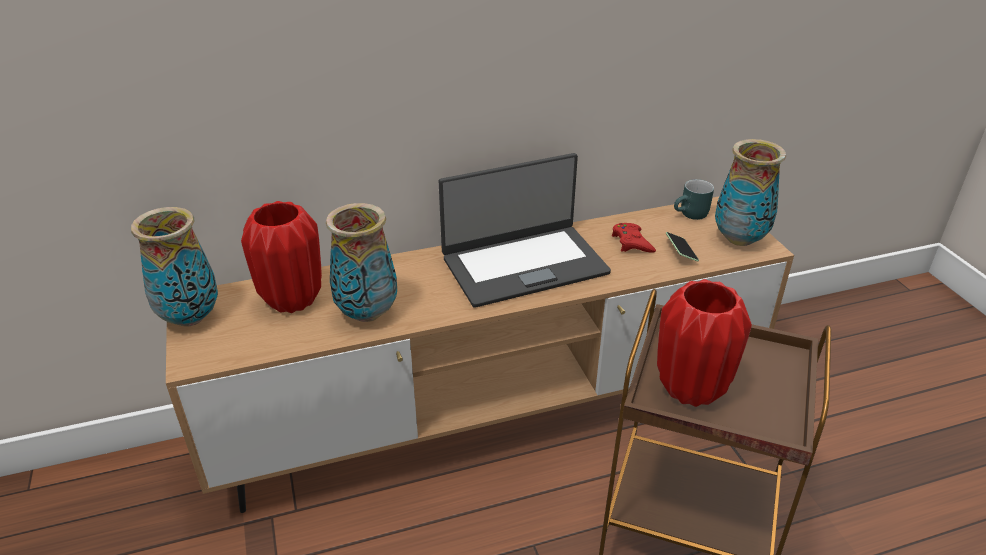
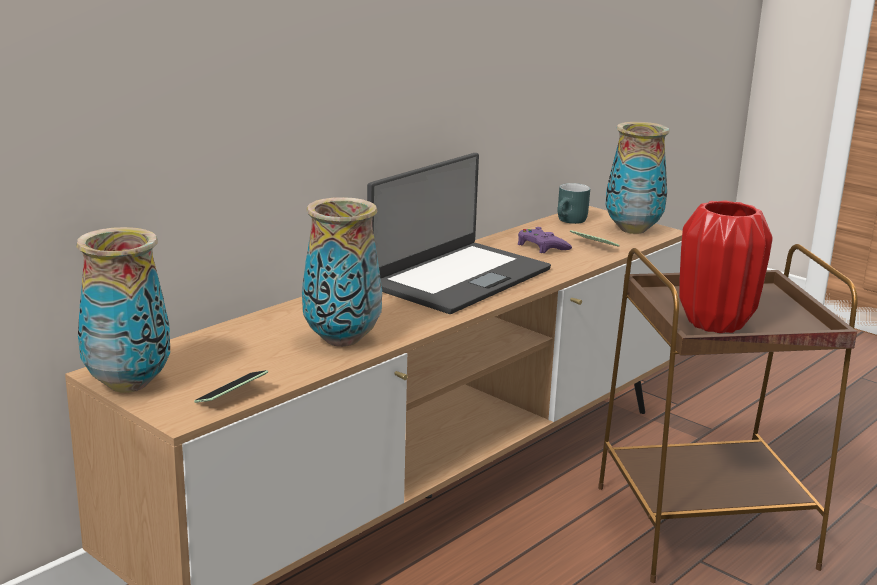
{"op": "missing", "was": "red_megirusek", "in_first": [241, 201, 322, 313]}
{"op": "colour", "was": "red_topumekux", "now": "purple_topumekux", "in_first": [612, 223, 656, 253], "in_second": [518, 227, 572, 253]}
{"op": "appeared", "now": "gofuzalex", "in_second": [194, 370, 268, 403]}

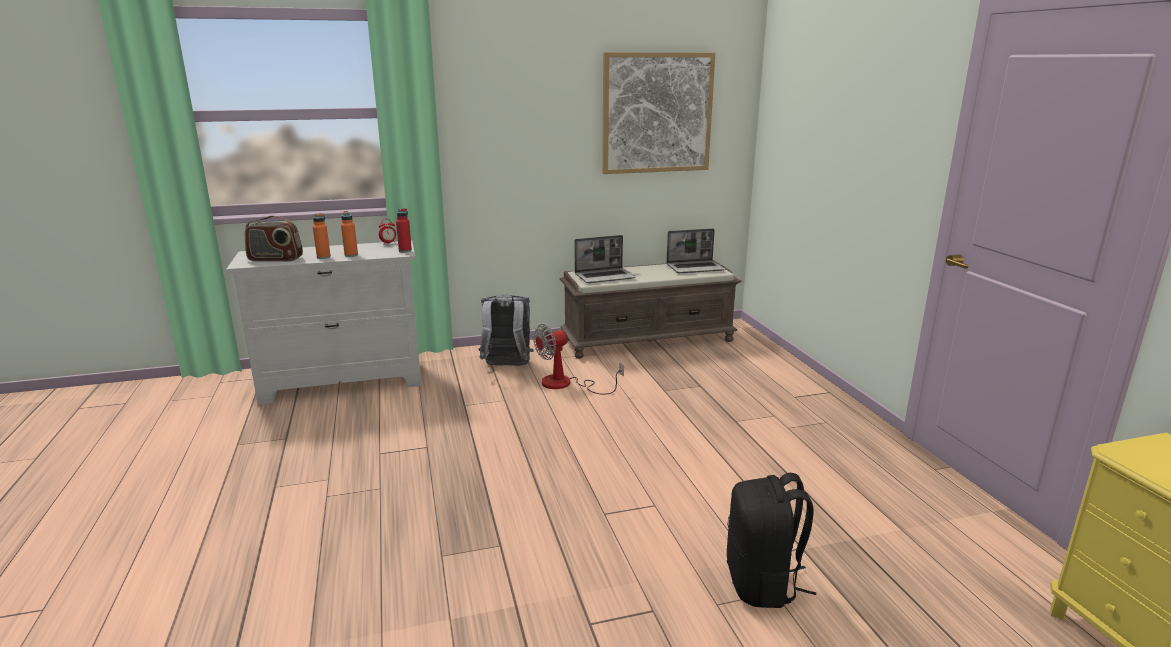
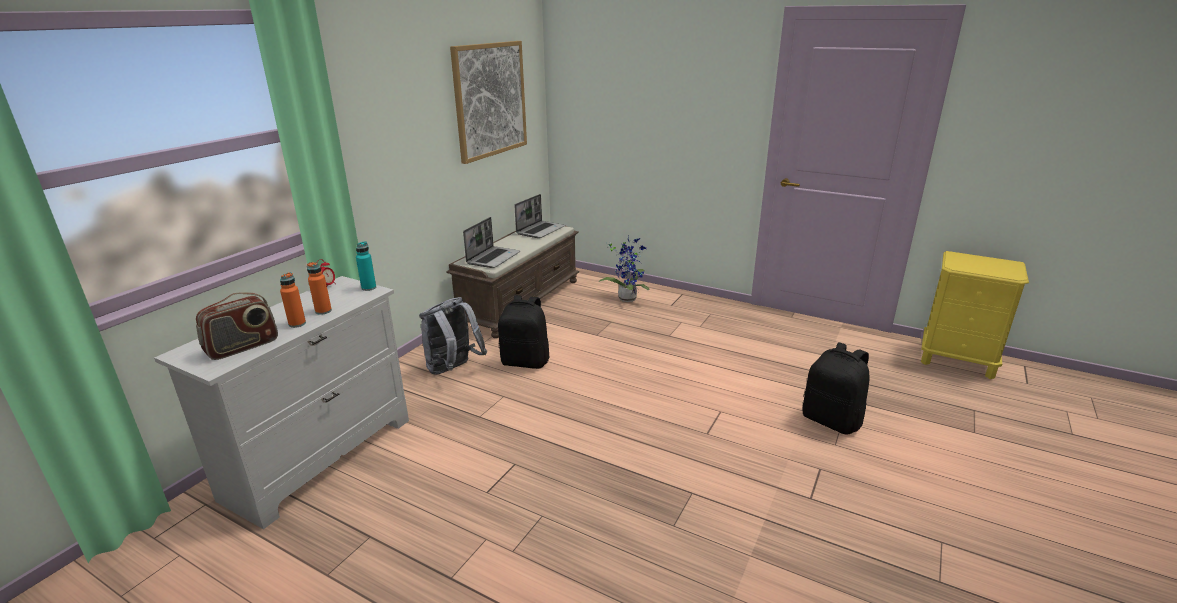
{"op": "colour", "was": "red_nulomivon", "now": "turquoise_nulomivon", "in_first": [396, 208, 412, 253], "in_second": [356, 241, 376, 291]}
{"op": "exchanged", "was": "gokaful", "now": "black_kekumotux", "in_first": [533, 324, 624, 395], "in_second": [498, 295, 549, 369]}
{"op": "appeared", "now": "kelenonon", "in_second": [599, 236, 650, 302]}

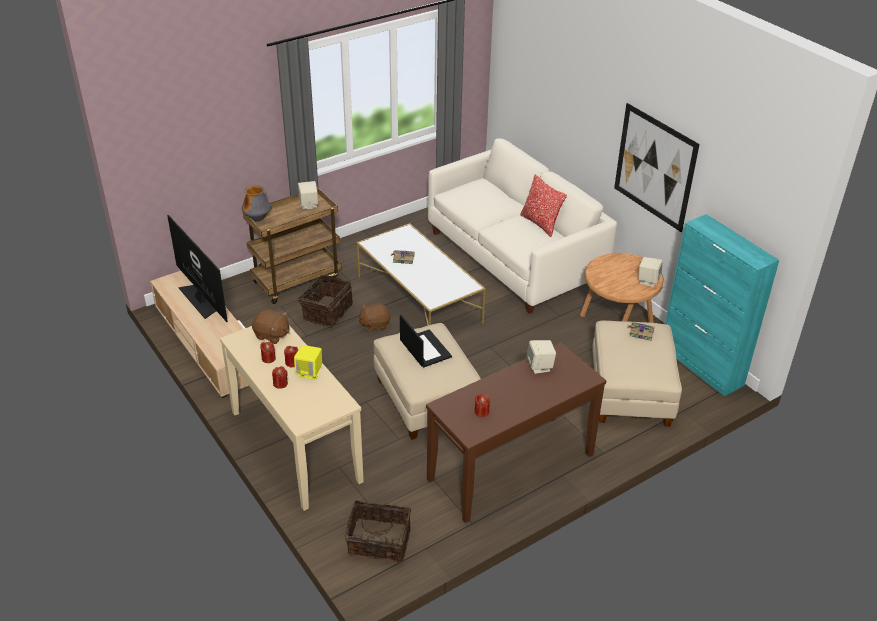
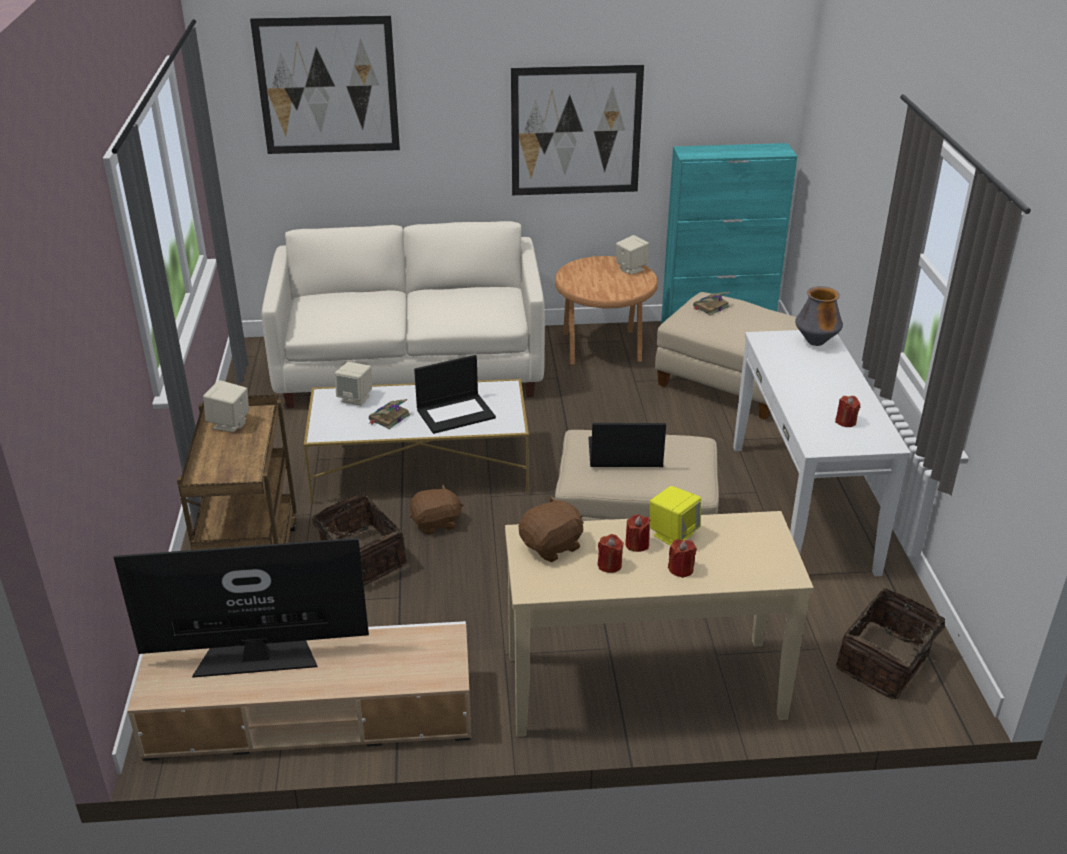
{"op": "missing", "was": "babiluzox", "in_first": [520, 175, 567, 237]}
{"op": "relocated", "was": "megirusek", "in_first": [242, 185, 271, 222], "in_second": [795, 286, 843, 346]}
{"op": "spun", "was": "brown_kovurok", "in_first": [357, 303, 390, 332], "in_second": [410, 484, 464, 535], "clockwise": -120}
{"op": "relocated", "was": "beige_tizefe", "in_first": [527, 340, 556, 374], "in_second": [335, 362, 372, 406]}
{"op": "colour", "was": "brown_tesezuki", "now": "white_tesezuki", "in_first": [426, 342, 606, 523], "in_second": [733, 330, 911, 576]}
{"op": "appeared", "now": "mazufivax", "in_second": [250, 15, 400, 154]}
{"op": "appeared", "now": "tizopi", "in_second": [414, 355, 496, 434]}

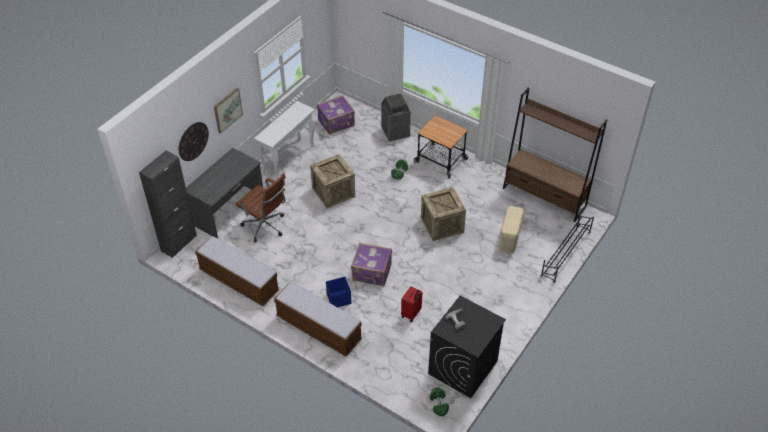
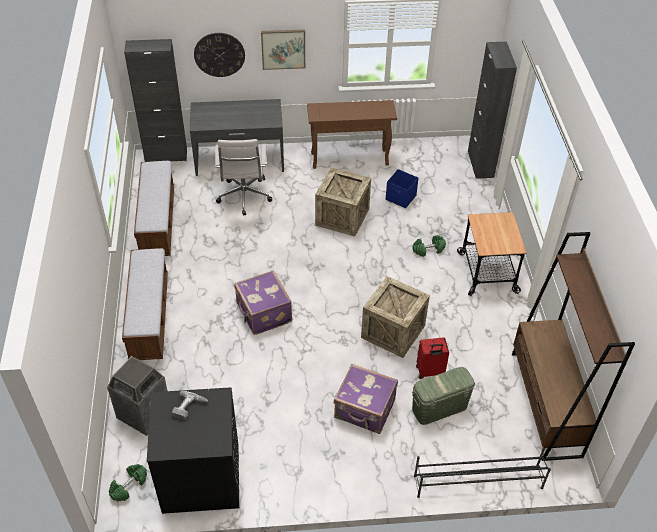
{"op": "relocated", "was": "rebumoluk", "in_first": [381, 93, 411, 142], "in_second": [107, 356, 168, 436]}
{"op": "relocated", "was": "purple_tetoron", "in_first": [317, 95, 355, 134], "in_second": [334, 364, 398, 434]}
{"op": "colour", "was": "white_tesezuki", "now": "brown_tesezuki", "in_first": [254, 101, 315, 180], "in_second": [307, 100, 397, 169]}
{"op": "colour", "was": "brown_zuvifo", "now": "white_zuvifo", "in_first": [236, 173, 286, 242], "in_second": [215, 139, 272, 216]}
{"op": "colour", "was": "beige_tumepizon", "now": "green_tumepizon", "in_first": [499, 206, 524, 253], "in_second": [412, 367, 475, 425]}
{"op": "relocated", "was": "blue_tumepizon", "in_first": [326, 277, 351, 307], "in_second": [386, 169, 418, 208]}
{"op": "relocated", "was": "red_tetoron", "in_first": [401, 286, 422, 322], "in_second": [416, 337, 449, 379]}
{"op": "appeared", "now": "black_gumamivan", "in_second": [468, 42, 517, 179]}

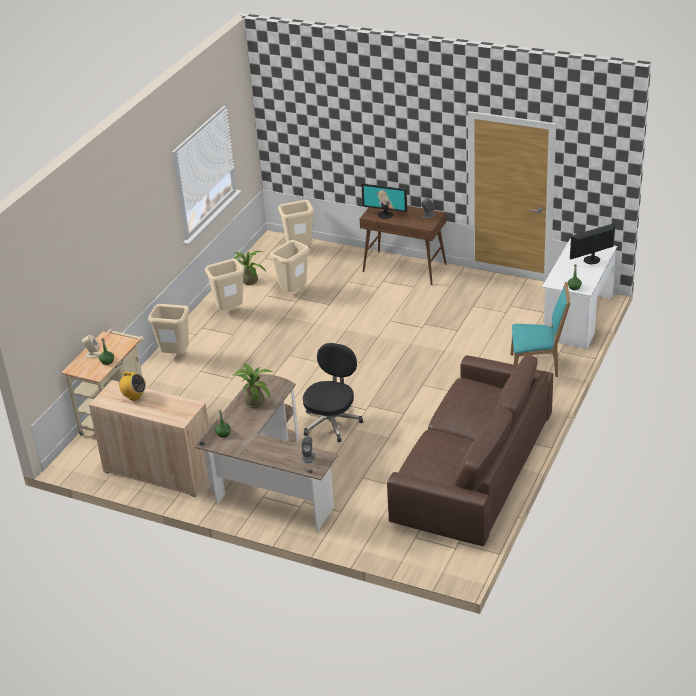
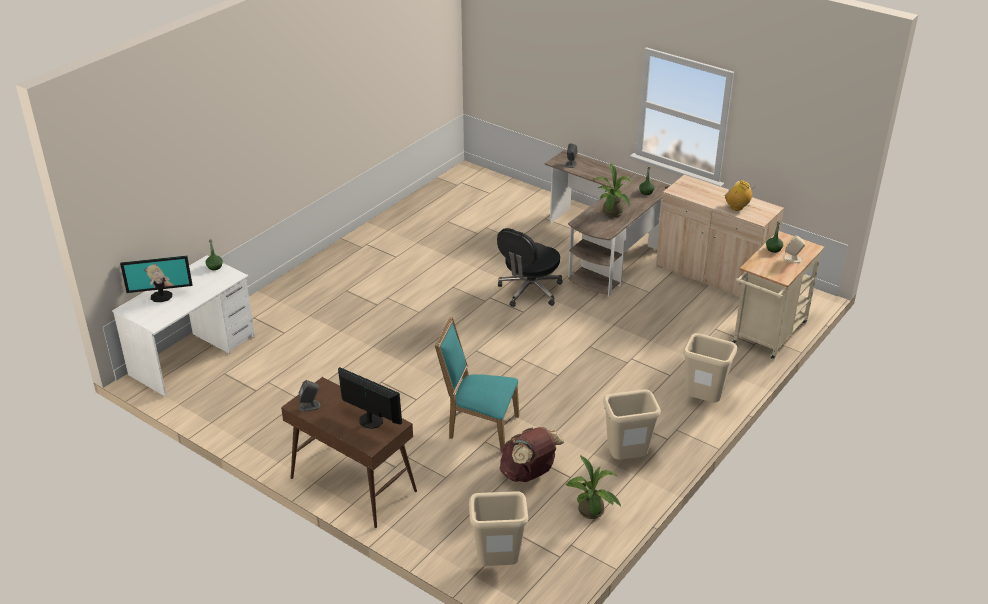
{"op": "exchanged", "was": "beige_rebumoluk", "now": "brown_kekumotux", "in_first": [270, 240, 309, 292], "in_second": [499, 427, 564, 482]}
{"op": "relocated", "was": "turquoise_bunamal", "in_first": [510, 282, 570, 377], "in_second": [435, 317, 519, 453]}
{"op": "missing", "was": "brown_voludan", "in_first": [387, 355, 553, 546]}

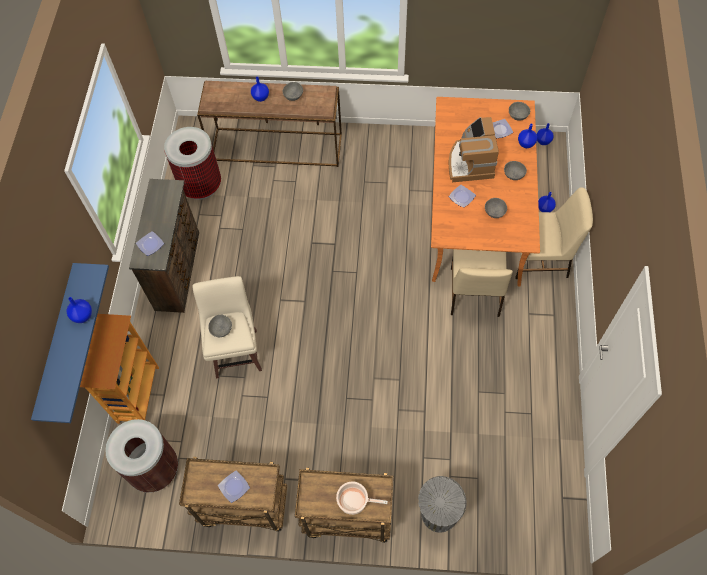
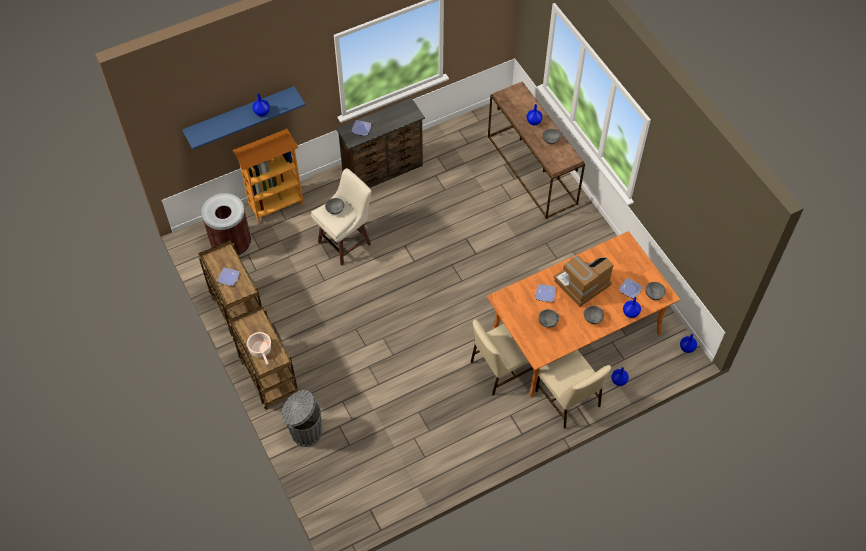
{"op": "missing", "was": "rebumoluk", "in_first": [164, 127, 221, 200]}

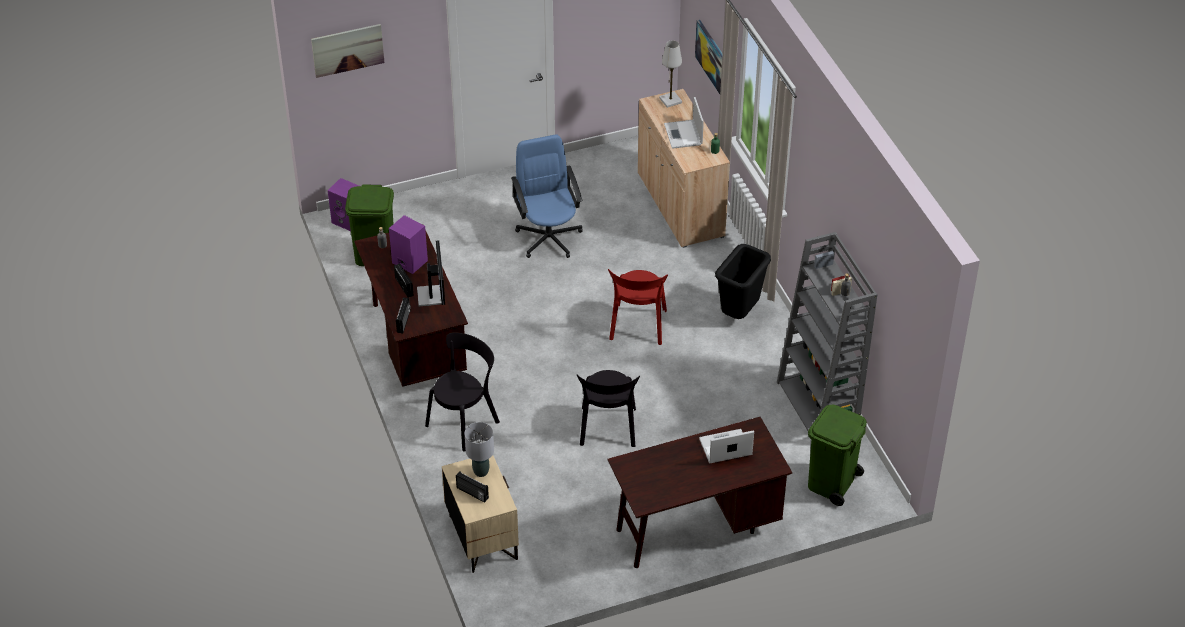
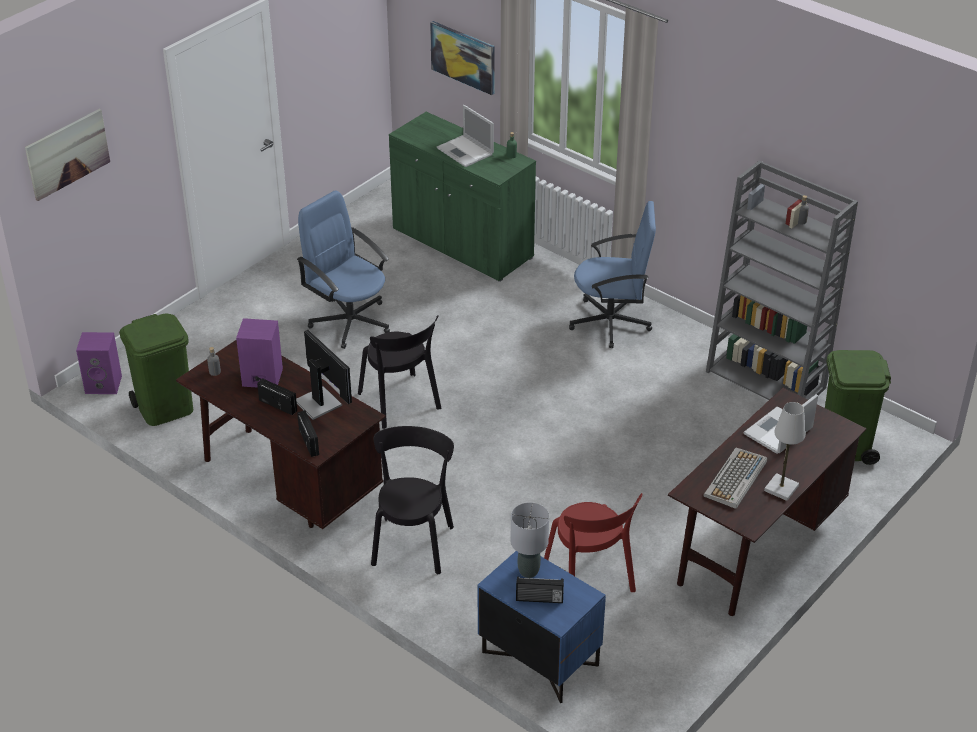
{"op": "relocated", "was": "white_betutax", "in_first": [659, 40, 682, 108], "in_second": [764, 402, 806, 501]}
{"op": "colour", "was": "beige_gumamivan", "now": "green_gumamivan", "in_first": [638, 89, 730, 248], "in_second": [389, 112, 536, 282]}
{"op": "exchanged", "was": "black_rebumoluk", "now": "blue_zuvifo", "in_first": [715, 244, 771, 319], "in_second": [569, 201, 656, 348]}
{"op": "relocated", "was": "red_bunamal", "in_first": [608, 269, 668, 345], "in_second": [544, 493, 642, 592]}
{"op": "relocated", "was": "black_bunamal", "in_first": [577, 370, 640, 447], "in_second": [358, 315, 441, 429]}
{"op": "colour", "was": "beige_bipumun", "now": "blue_bipumun", "in_first": [442, 455, 519, 573], "in_second": [478, 551, 606, 703]}
{"op": "appeared", "now": "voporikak", "in_second": [704, 448, 767, 509]}

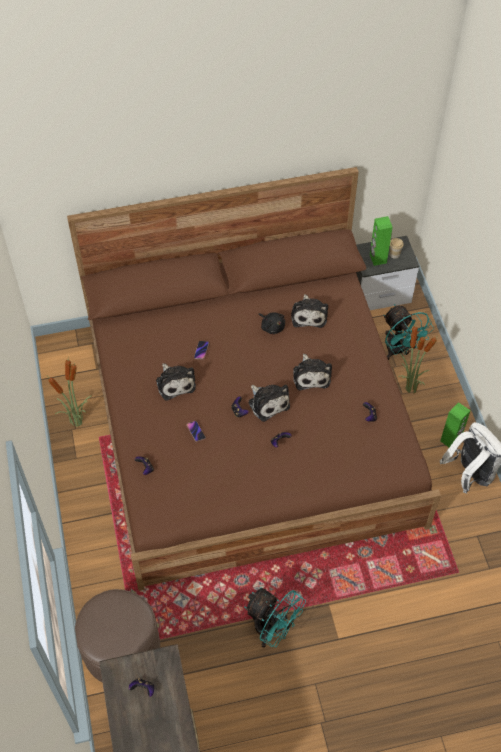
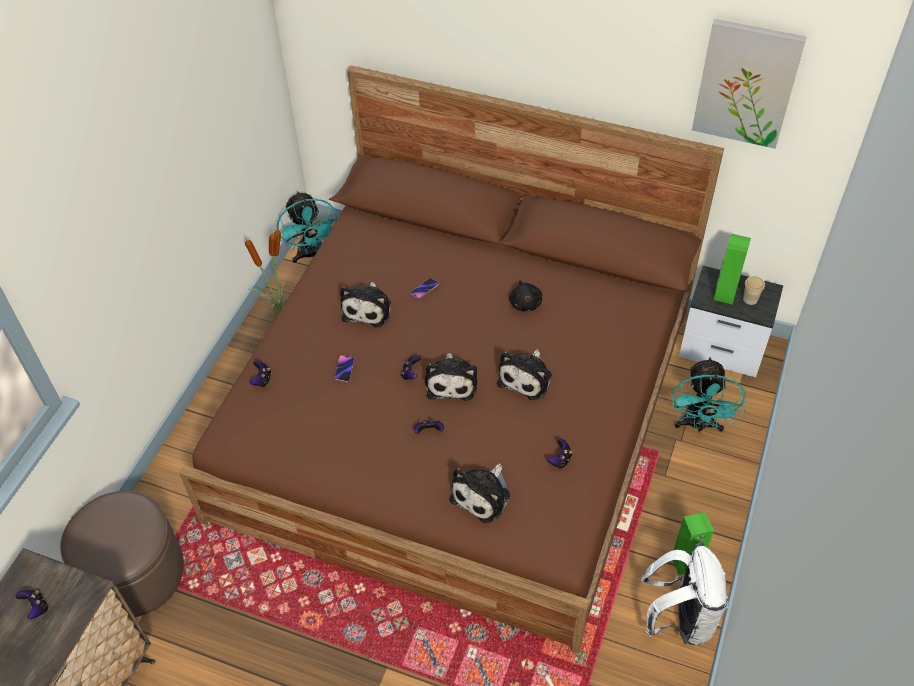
{"op": "relocated", "was": "kovurok", "in_first": [291, 294, 328, 328], "in_second": [450, 463, 510, 523]}
{"op": "missing", "was": "kelenonon", "in_first": [398, 324, 437, 394]}
{"op": "relocated", "was": "turquoise_gokaful", "in_first": [244, 587, 306, 648], "in_second": [277, 191, 338, 263]}
{"op": "appeared", "now": "mazufivax", "in_second": [692, 19, 807, 149]}

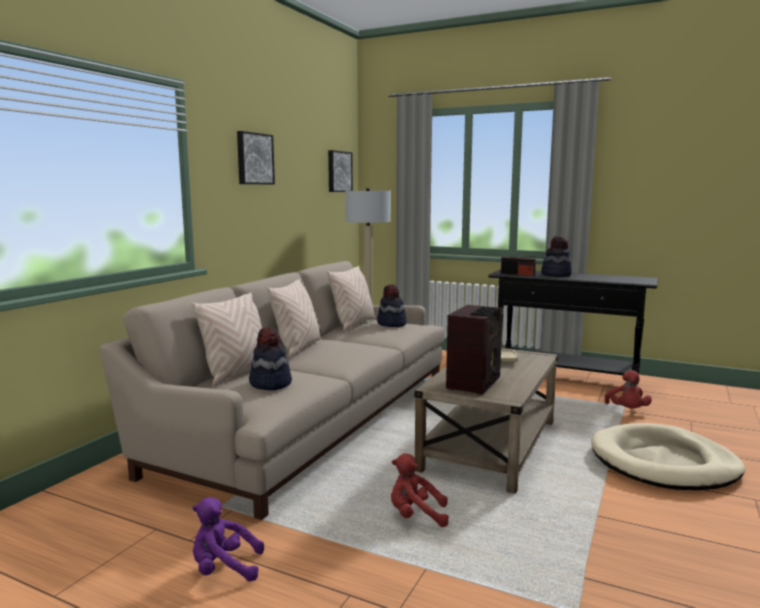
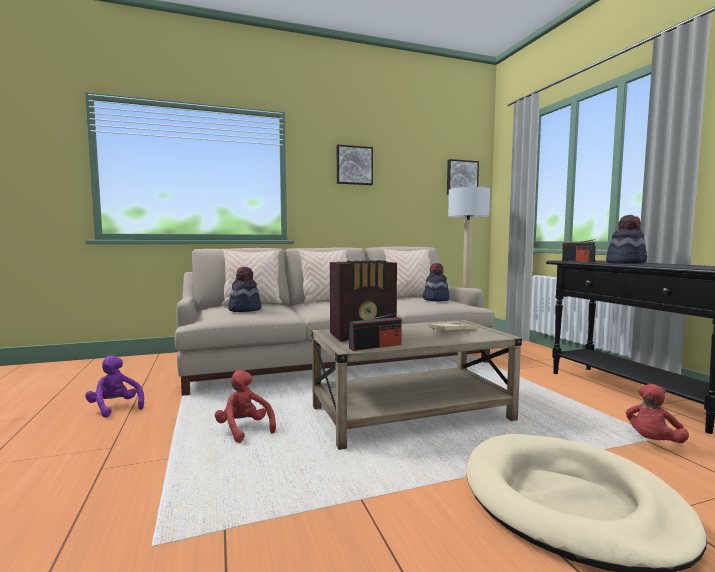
{"op": "appeared", "now": "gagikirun", "in_second": [349, 313, 402, 351]}

